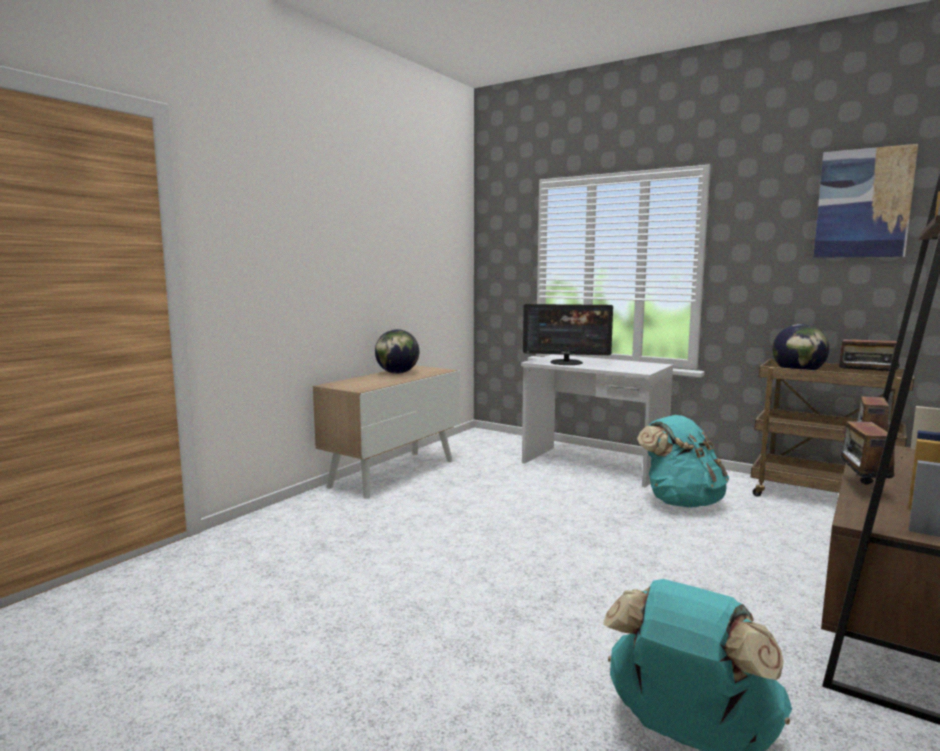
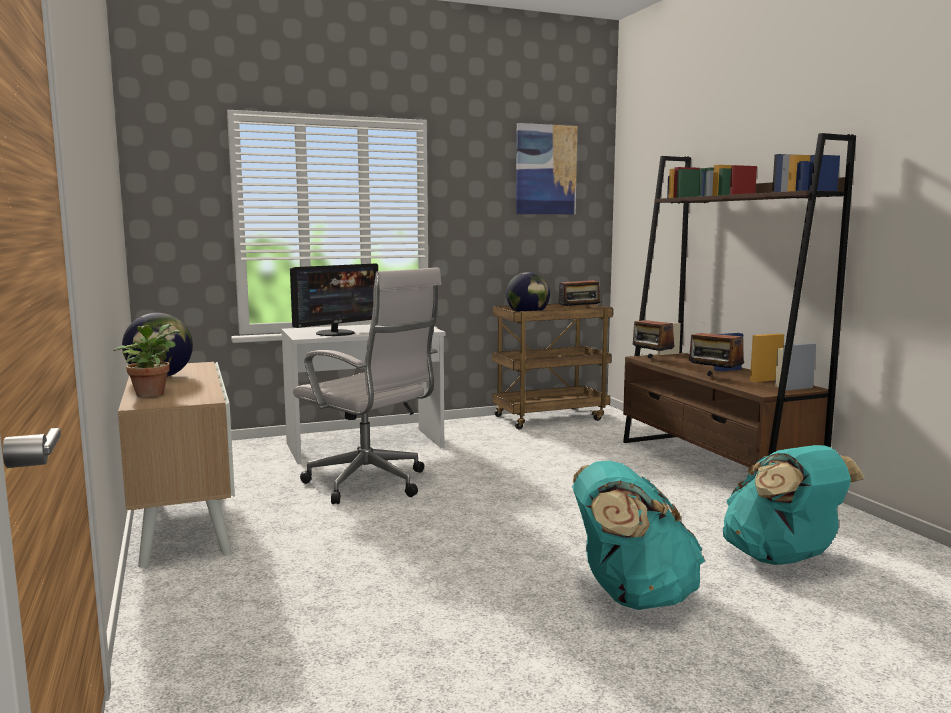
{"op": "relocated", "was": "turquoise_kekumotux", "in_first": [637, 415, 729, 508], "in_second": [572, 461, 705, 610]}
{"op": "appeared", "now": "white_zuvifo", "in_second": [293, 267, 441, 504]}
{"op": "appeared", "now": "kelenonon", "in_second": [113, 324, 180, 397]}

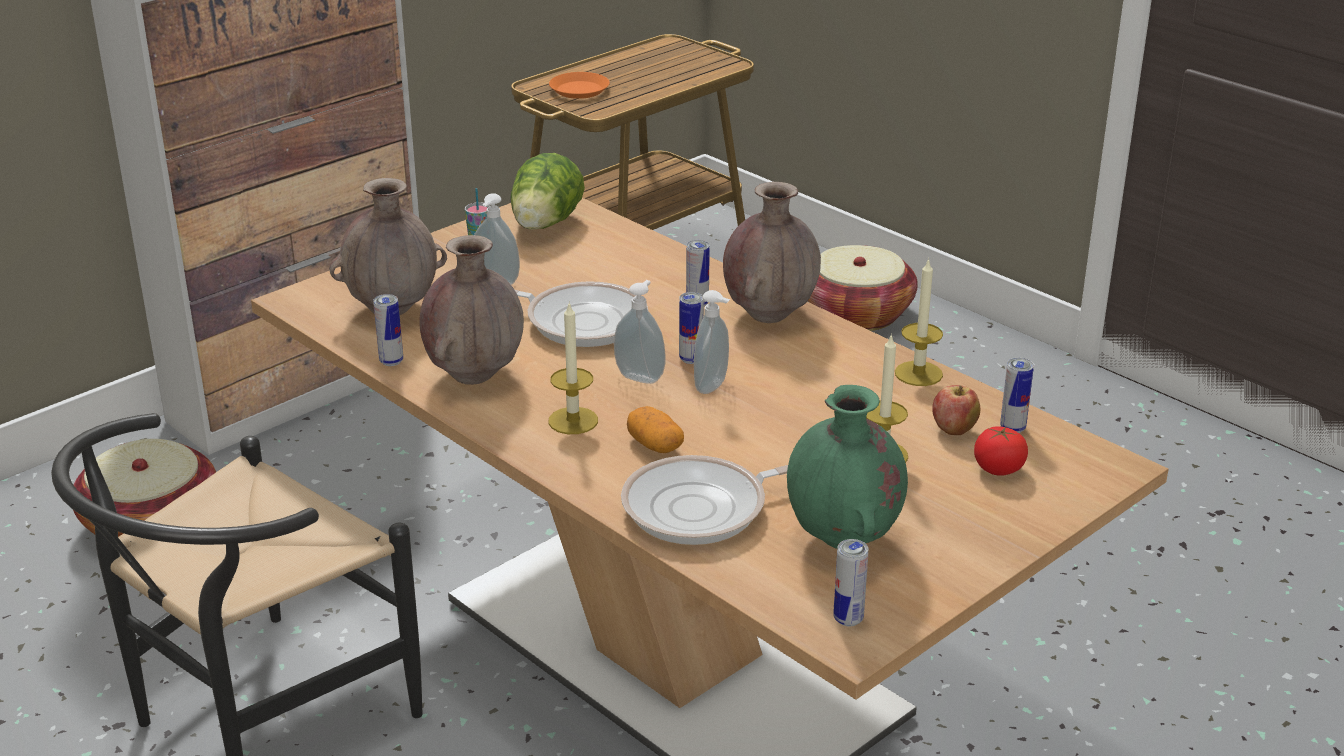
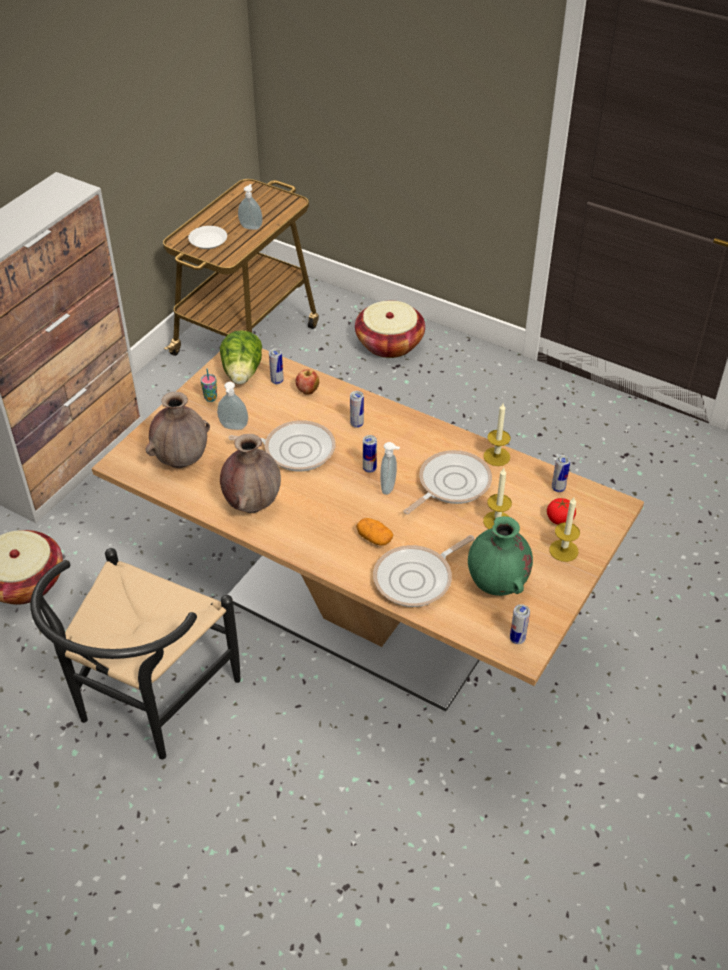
{"op": "colour", "was": "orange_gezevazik", "now": "white_gezevazik", "in_first": [549, 72, 610, 99], "in_second": [188, 226, 227, 249]}
{"op": "missing", "was": "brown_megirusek", "in_first": [723, 182, 821, 323]}
{"op": "relocated", "was": "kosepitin", "in_first": [614, 280, 666, 384], "in_second": [238, 184, 263, 230]}
{"op": "relocated", "was": "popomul", "in_first": [373, 294, 403, 366], "in_second": [269, 348, 284, 384]}
{"op": "relocated", "was": "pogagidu", "in_first": [548, 301, 598, 434], "in_second": [549, 497, 580, 562]}
{"op": "relocated", "was": "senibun", "in_first": [932, 385, 980, 435], "in_second": [296, 369, 319, 394]}
{"op": "appeared", "now": "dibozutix", "in_second": [404, 450, 492, 514]}

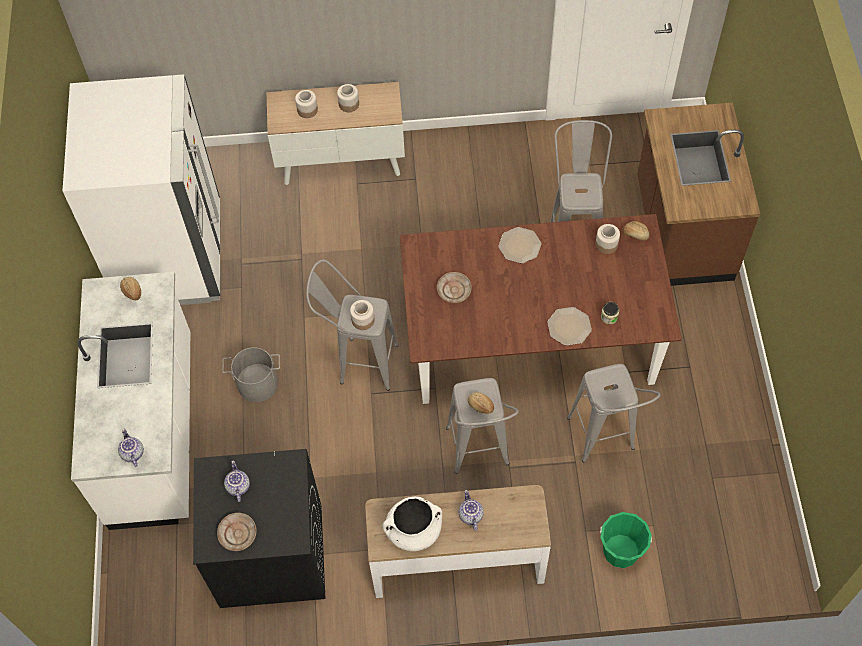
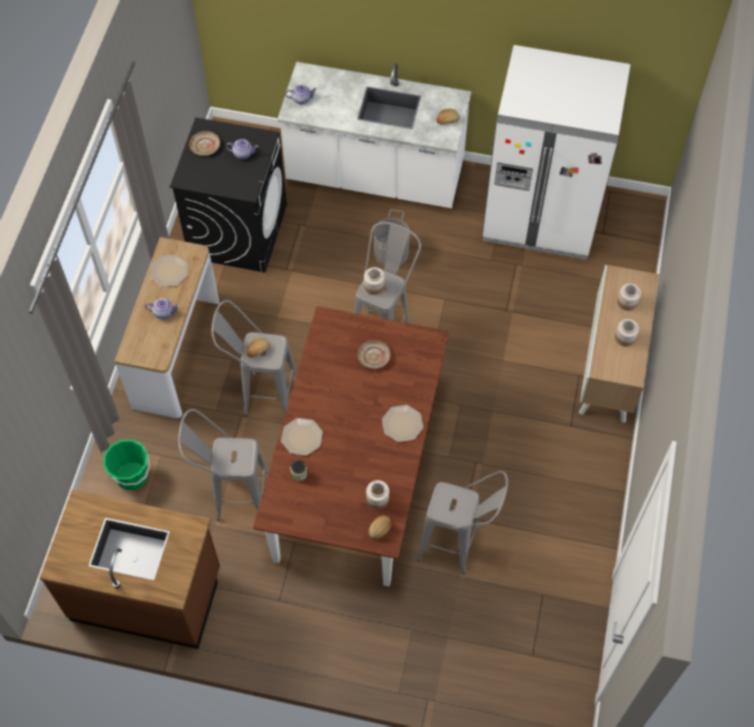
{"op": "relocated", "was": "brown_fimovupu", "in_first": [637, 103, 760, 286], "in_second": [40, 490, 220, 649]}
{"op": "exchanged", "was": "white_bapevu", "now": "gezevazik", "in_first": [382, 497, 442, 551], "in_second": [150, 255, 188, 287]}

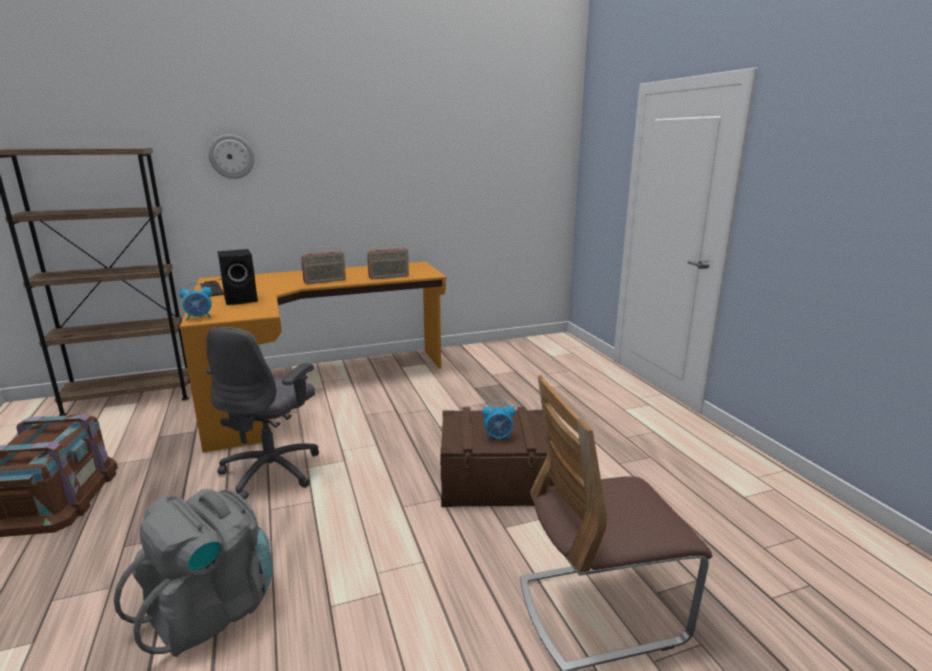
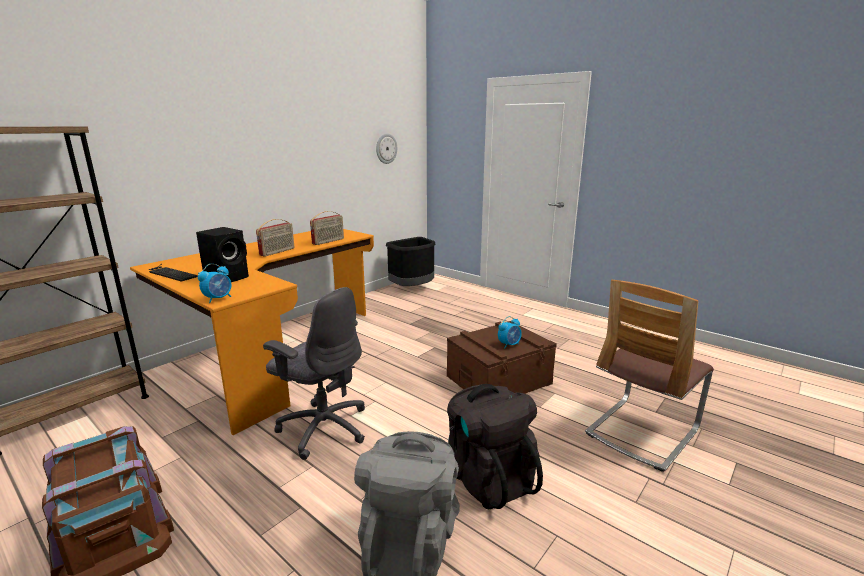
{"op": "relocated", "was": "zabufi", "in_first": [208, 134, 255, 179], "in_second": [376, 133, 397, 164]}
{"op": "spun", "was": "grey_zuvifo", "in_first": [206, 327, 319, 500], "in_second": [263, 287, 365, 460], "clockwise": -45}
{"op": "appeared", "now": "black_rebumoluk", "in_second": [386, 237, 435, 286]}
{"op": "appeared", "now": "black_kekumotux", "in_second": [447, 384, 543, 509]}

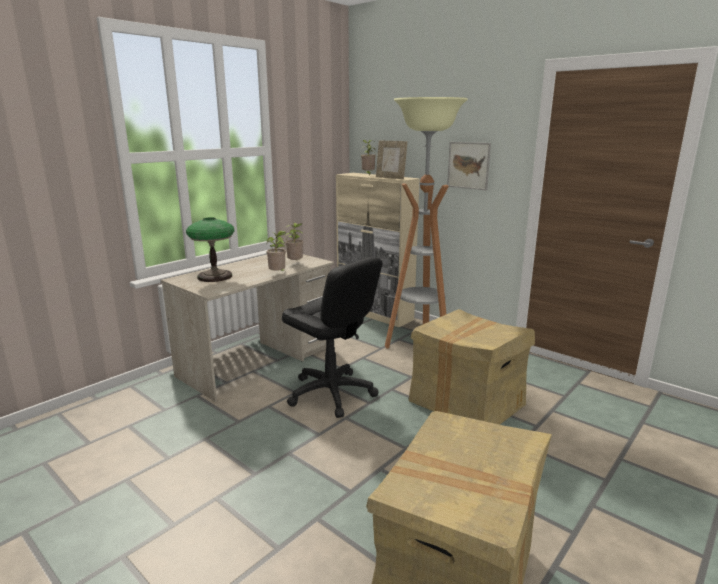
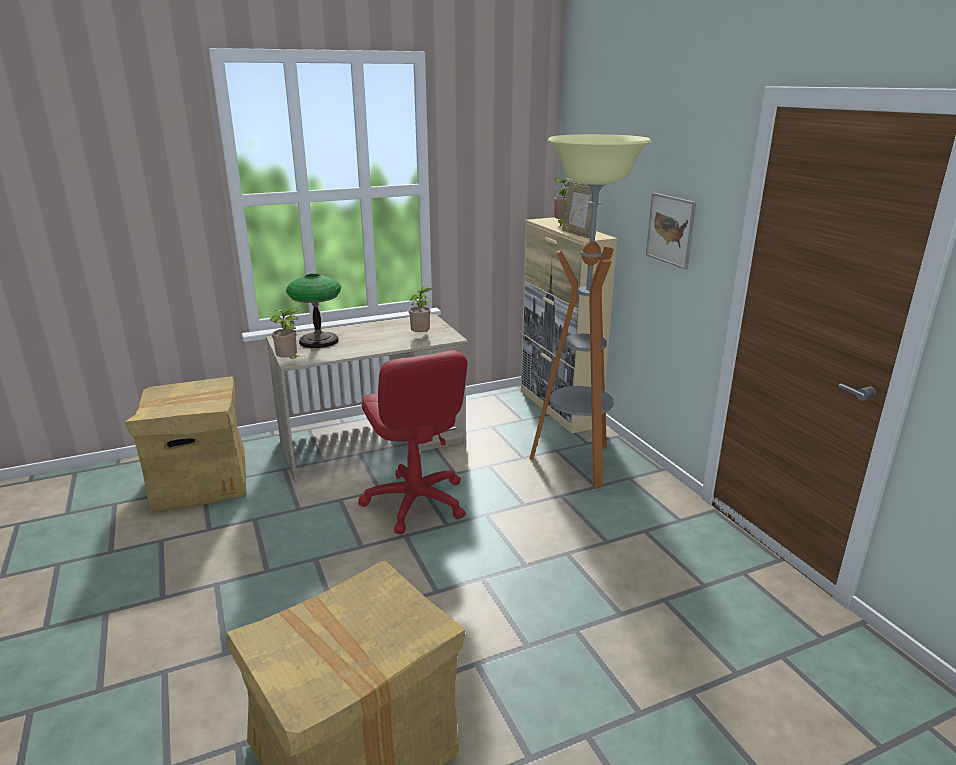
{"op": "relocated", "was": "kelenonon", "in_first": [266, 231, 286, 272], "in_second": [270, 308, 299, 359]}
{"op": "colour", "was": "black_zuvifo", "now": "red_zuvifo", "in_first": [282, 257, 382, 418], "in_second": [358, 350, 467, 534]}
{"op": "relocated", "was": "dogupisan", "in_first": [408, 309, 535, 425], "in_second": [125, 376, 247, 512]}

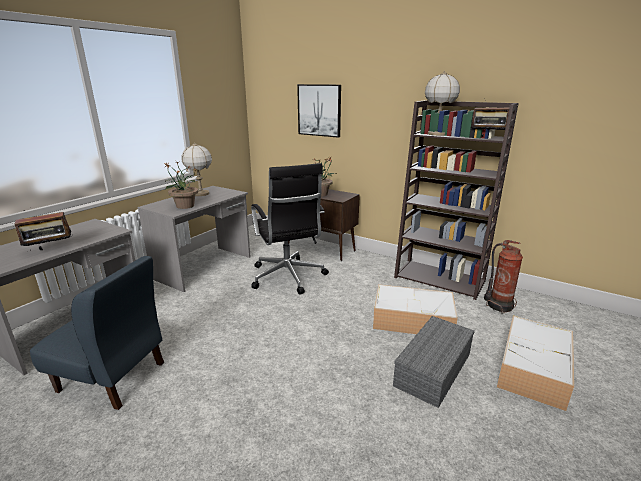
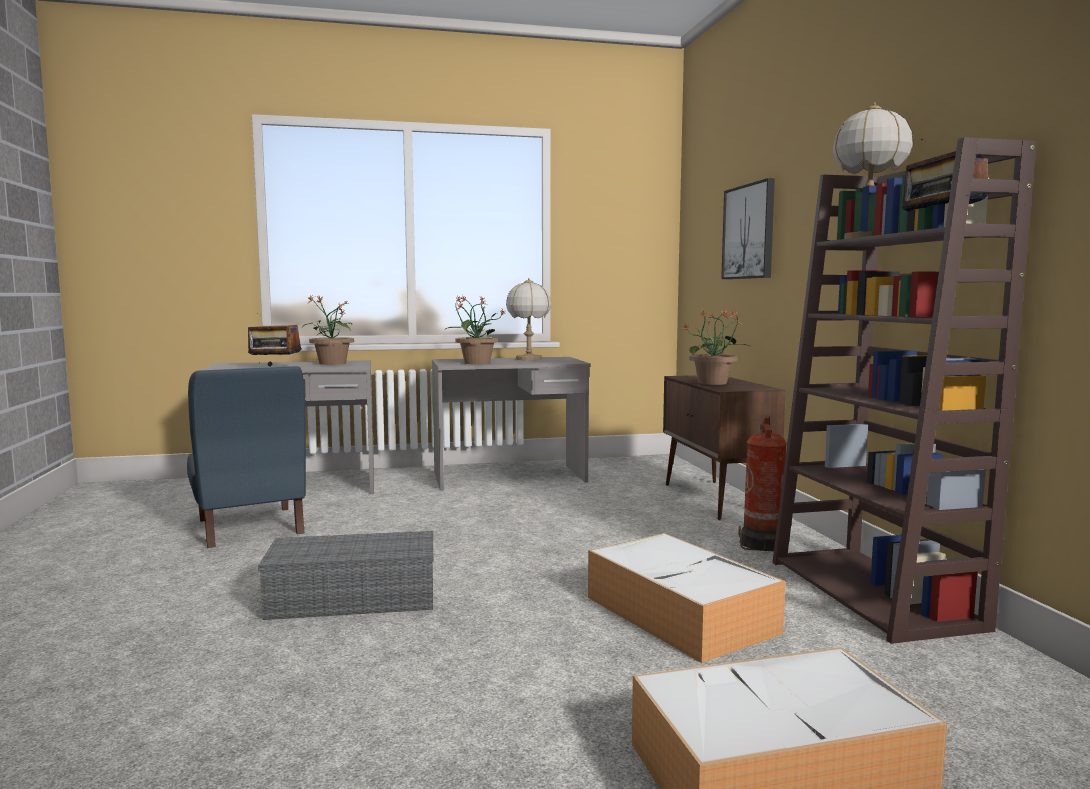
{"op": "missing", "was": "black_zuvifo", "in_first": [251, 163, 329, 295]}
{"op": "relocated", "was": "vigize", "in_first": [484, 240, 523, 314], "in_second": [739, 415, 789, 552]}
{"op": "relocated", "was": "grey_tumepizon", "in_first": [393, 316, 475, 408], "in_second": [258, 531, 433, 620]}
{"op": "appeared", "now": "kelenonon", "in_second": [302, 295, 354, 365]}

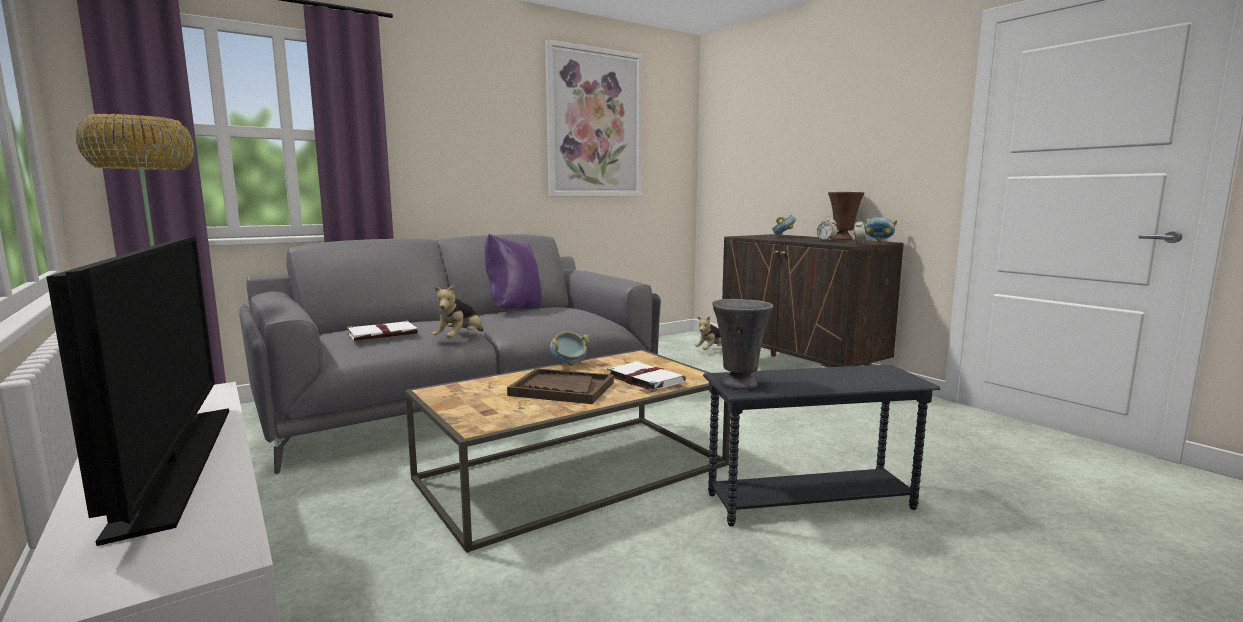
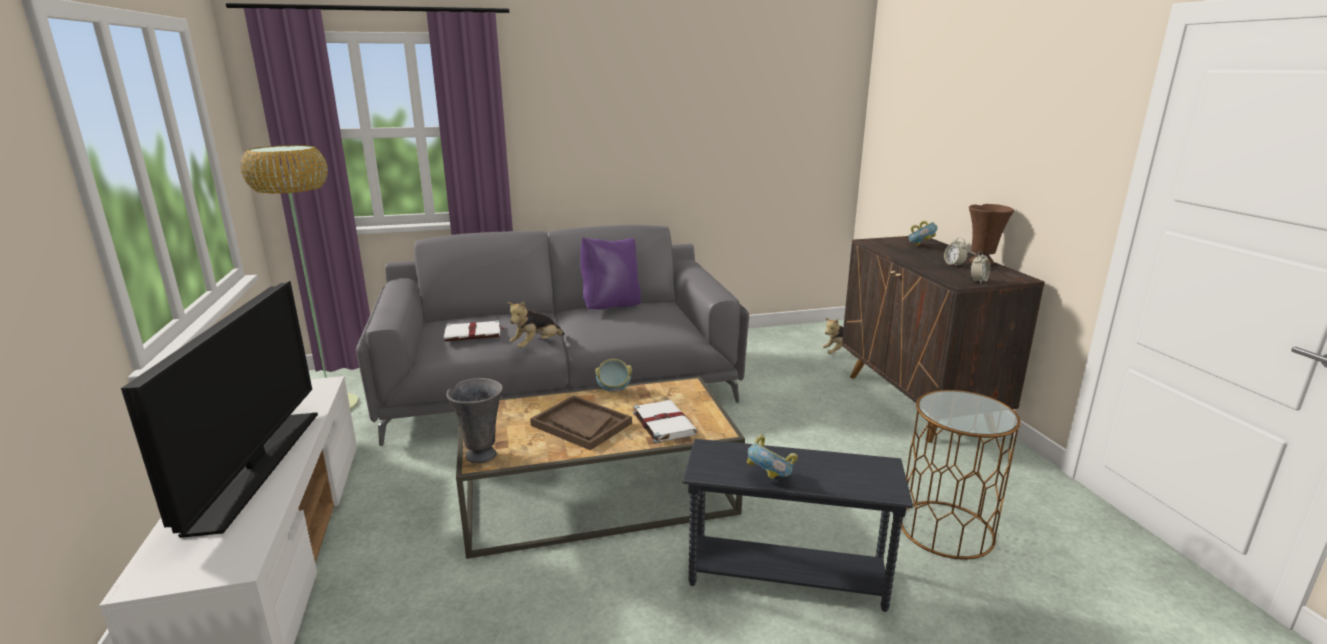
{"op": "missing", "was": "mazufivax", "in_first": [545, 39, 642, 196]}
{"op": "relocated", "was": "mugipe", "in_first": [865, 217, 897, 242], "in_second": [747, 434, 798, 479]}
{"op": "relocated", "was": "grey_megirusek", "in_first": [712, 299, 774, 389], "in_second": [446, 378, 503, 463]}
{"op": "appeared", "now": "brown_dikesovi", "in_second": [901, 390, 1021, 559]}

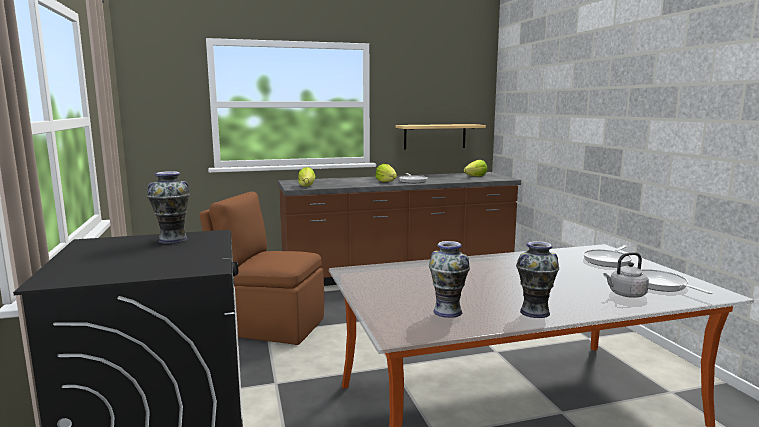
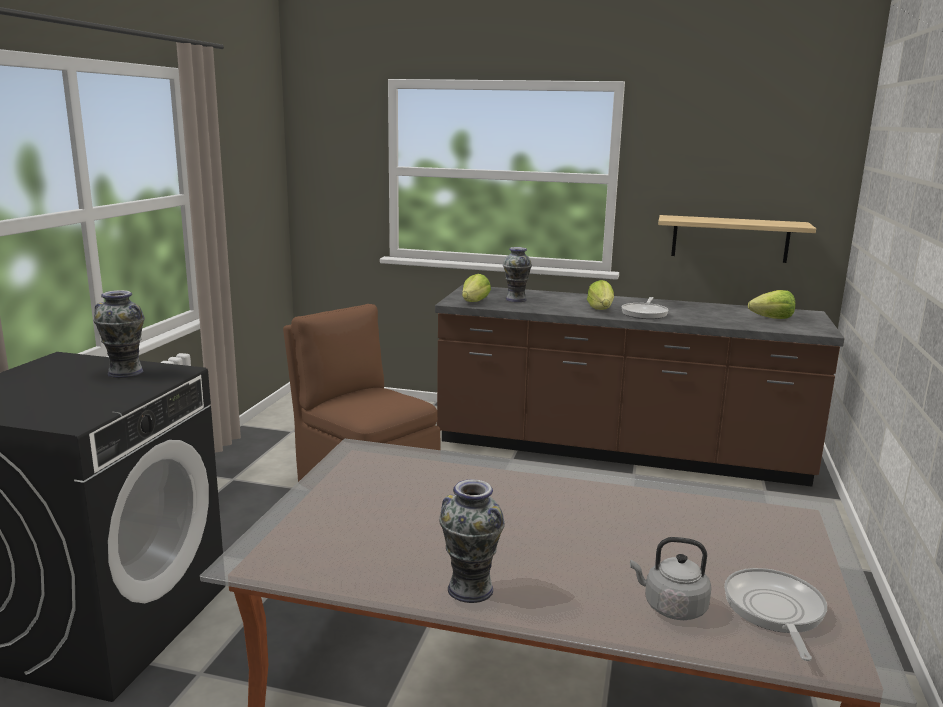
{"op": "relocated", "was": "megirusek", "in_first": [429, 241, 470, 318], "in_second": [503, 247, 532, 302]}
{"op": "missing", "was": "dibozutix", "in_first": [583, 245, 632, 267]}

